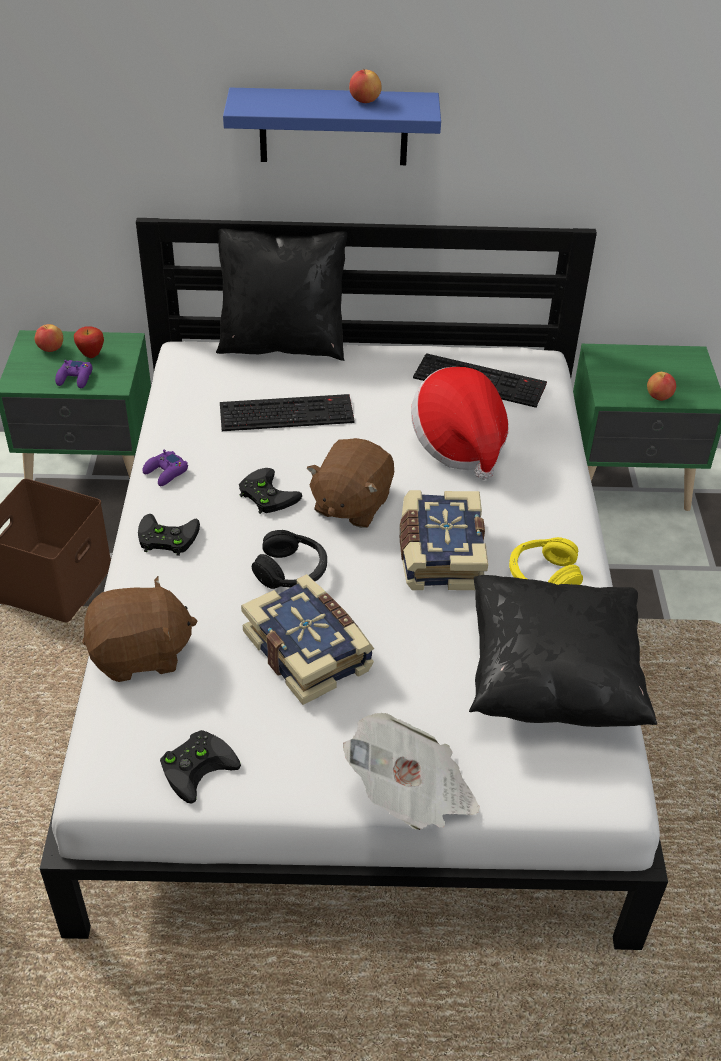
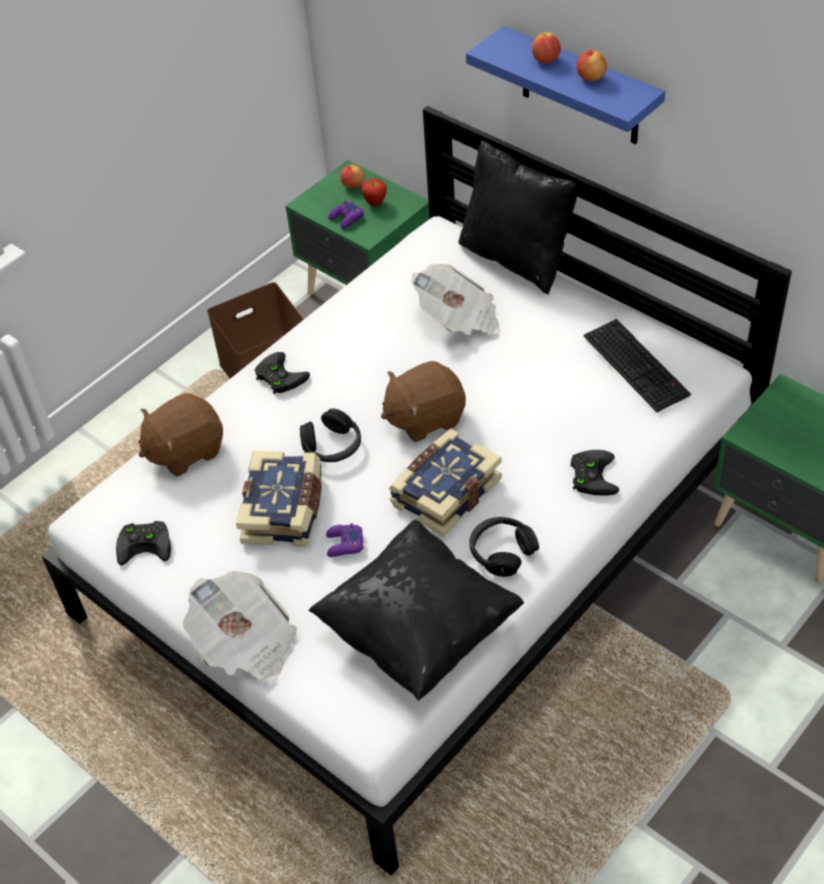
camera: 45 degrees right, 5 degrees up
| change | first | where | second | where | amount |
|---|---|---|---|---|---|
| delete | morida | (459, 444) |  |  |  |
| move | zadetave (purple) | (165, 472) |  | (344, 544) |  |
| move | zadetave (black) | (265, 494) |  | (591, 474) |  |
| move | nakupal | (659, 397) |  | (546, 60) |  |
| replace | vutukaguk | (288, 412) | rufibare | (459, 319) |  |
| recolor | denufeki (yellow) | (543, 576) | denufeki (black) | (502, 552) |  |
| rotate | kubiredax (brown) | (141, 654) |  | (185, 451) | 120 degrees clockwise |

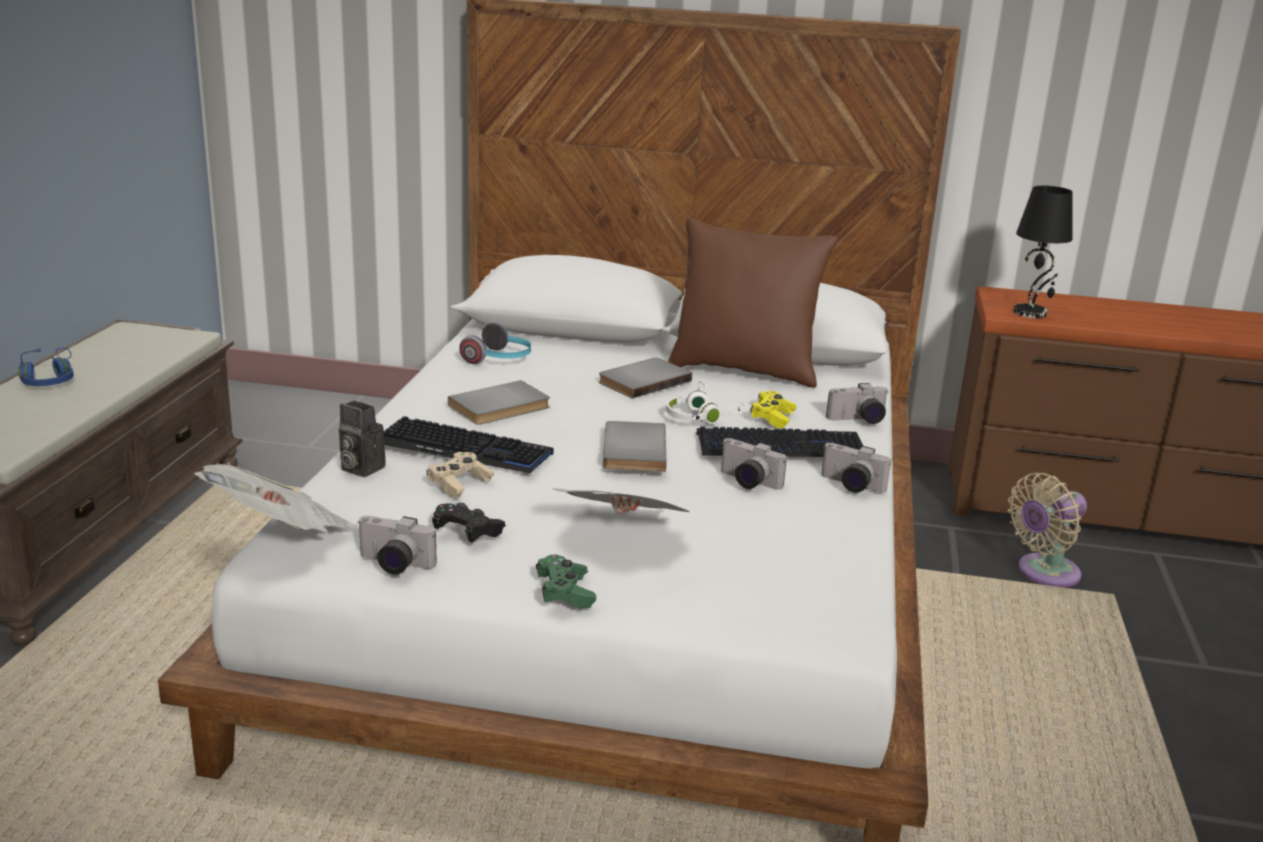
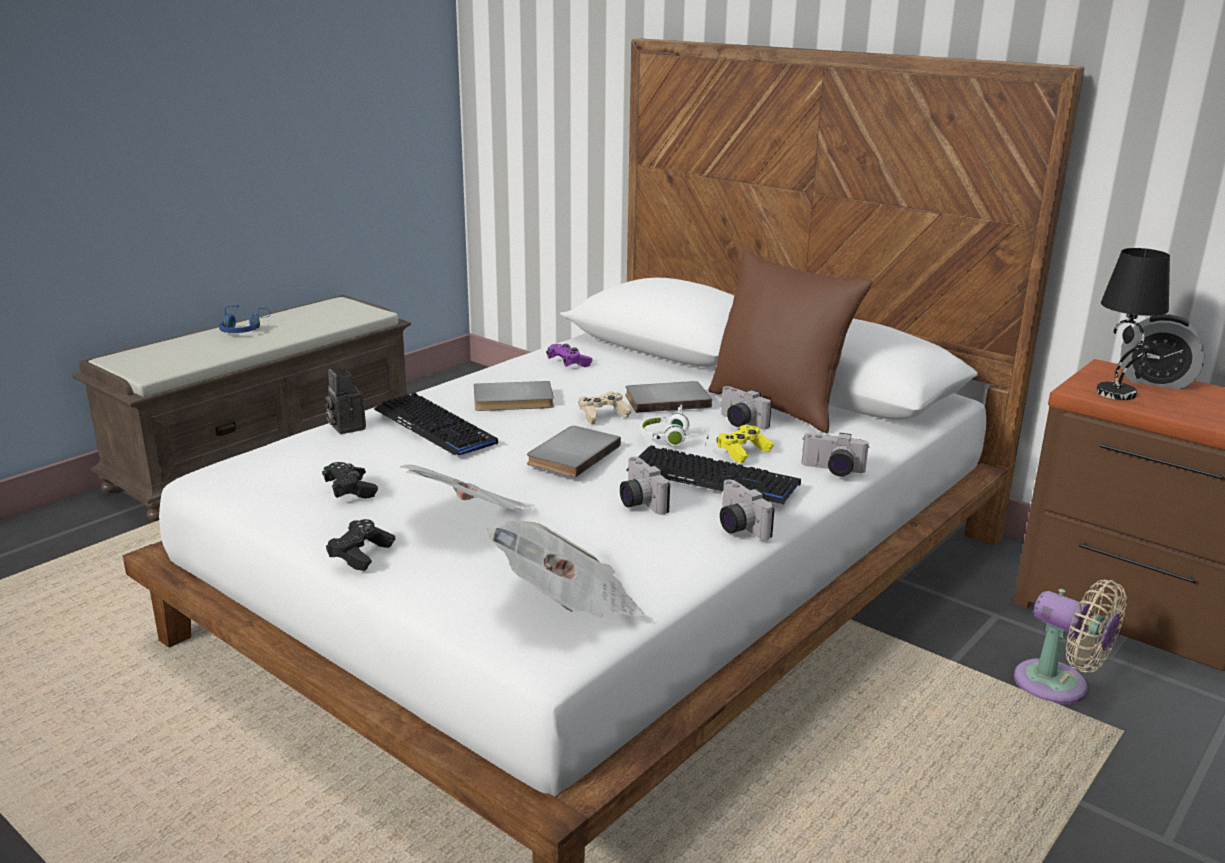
camera: 30 degrees right, 0 degrees up
| change | first | where | second | where | amount |
|---|---|---|---|---|---|
| insert |  |  | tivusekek | (1155, 381) |  |
| move | rufibare | (281, 534) |  | (568, 605) |  |
| move | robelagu | (392, 565) |  | (739, 422) |  |
| move | zadetave (beige) | (459, 484) |  | (603, 416) |  |
| replace | denufeki | (499, 359) | zadetave (purple) | (568, 363) |  |
| recolor | zadetave (green) | (565, 593) | zadetave (black) | (361, 555) |  |
| rotate | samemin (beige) | (1043, 573) |  | (1058, 687) | 135 degrees counterclockwise |

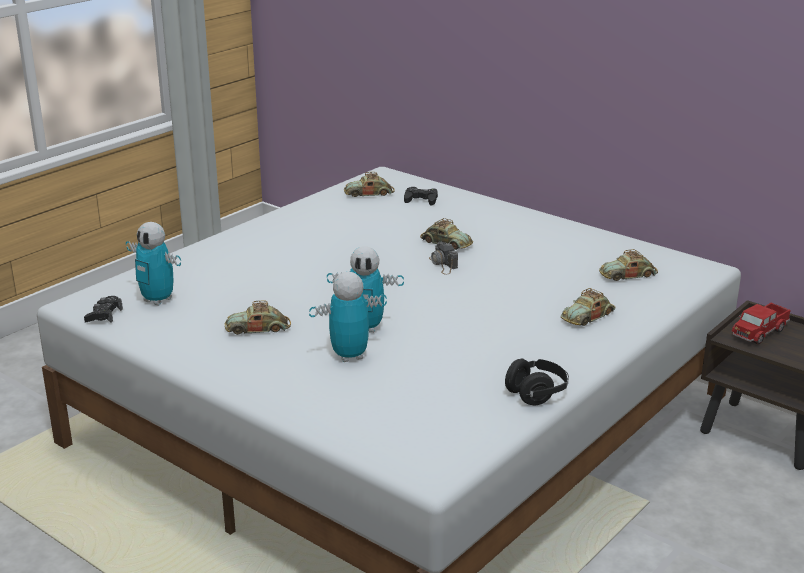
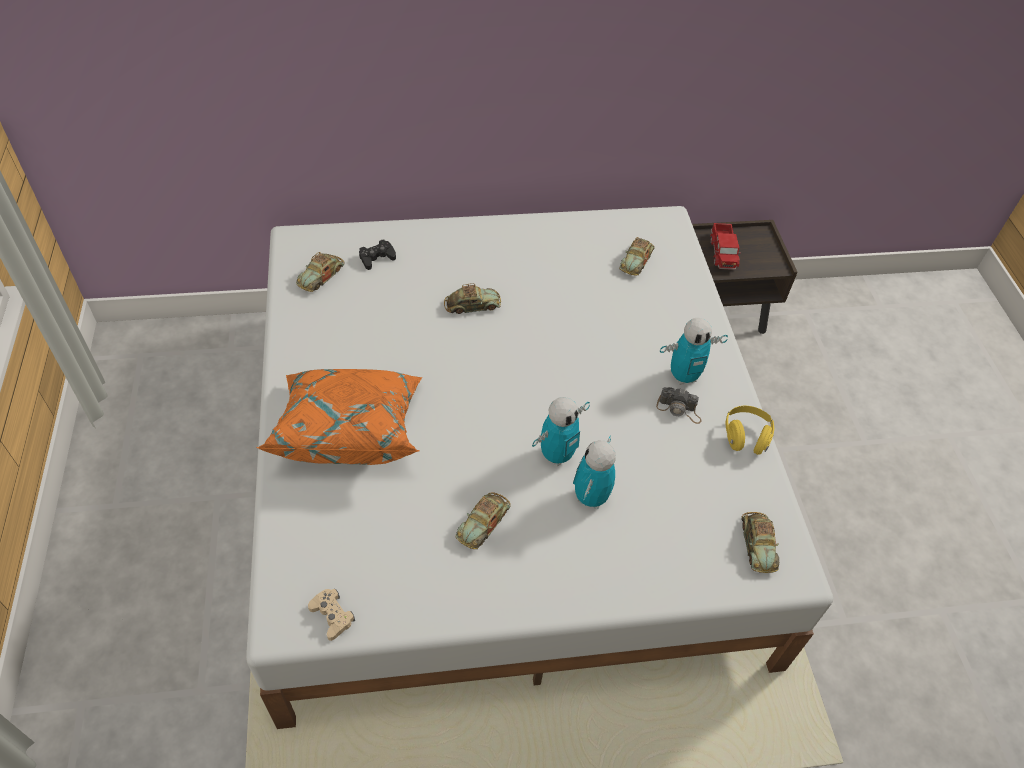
camera: 50 degrees left, 25 degrees up
| change | first | where | second | where | amount |
|---|---|---|---|---|---|
| insert |  |  | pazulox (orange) | (350, 429) |  |
| move | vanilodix | (158, 300) |  | (684, 376) |  |
| move | robelagu | (443, 264) |  | (679, 410) |  |
| move | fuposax | (588, 316) |  | (757, 544) |  |
| recolor | zadetave (black) | (104, 315) | zadetave (beige) | (332, 616) |  |
| recolor | denufeki (black) | (536, 393) | denufeki (yellow) | (745, 437) |  |

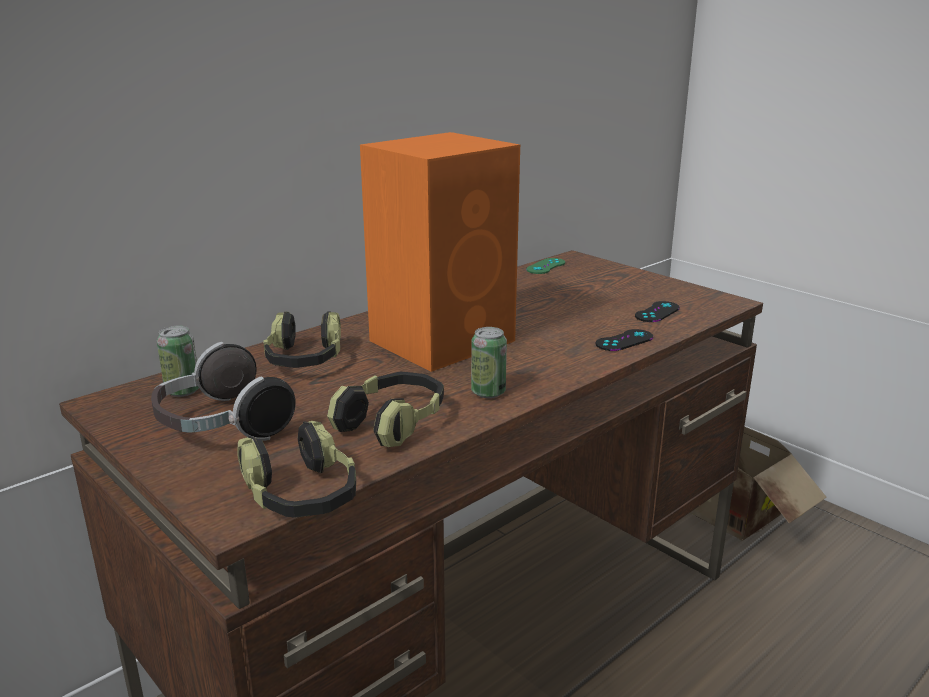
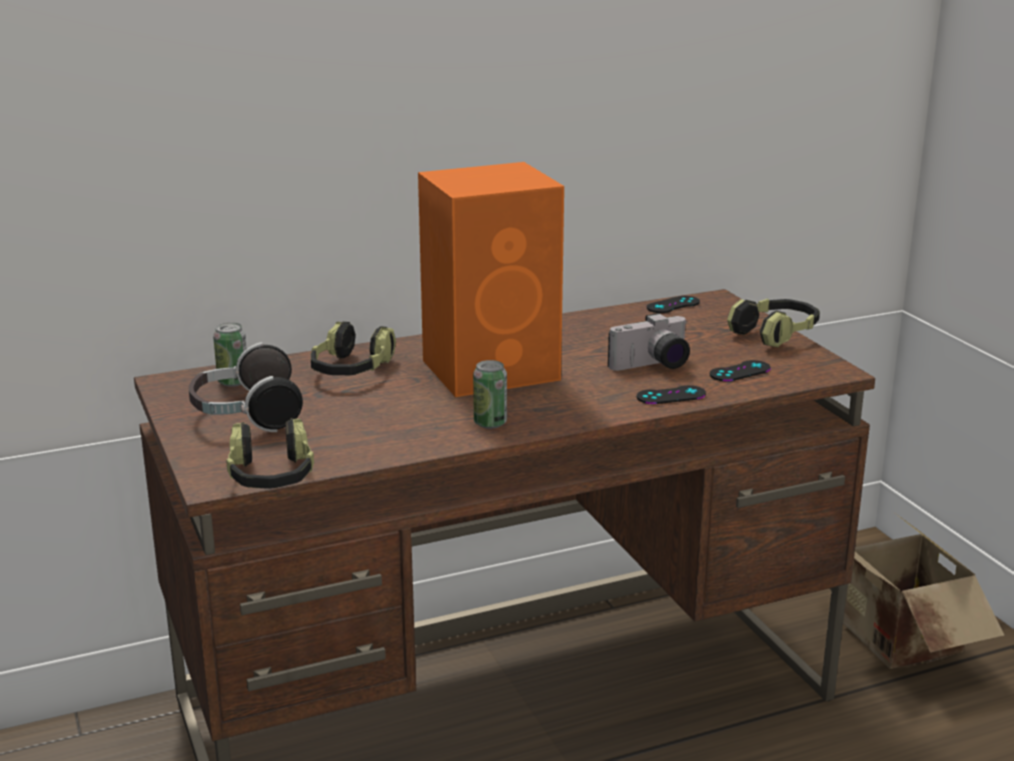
camera: 20 degrees right, 0 degrees up
| change | first | where | second | where | amount |
|---|---|---|---|---|---|
| insert |  |  | robelagu | (653, 366) |  |
| move | denufeki | (393, 423) |  | (775, 334) |  |
| recolor | zadetave (green) | (546, 266) | zadetave (black) | (673, 305) |  |

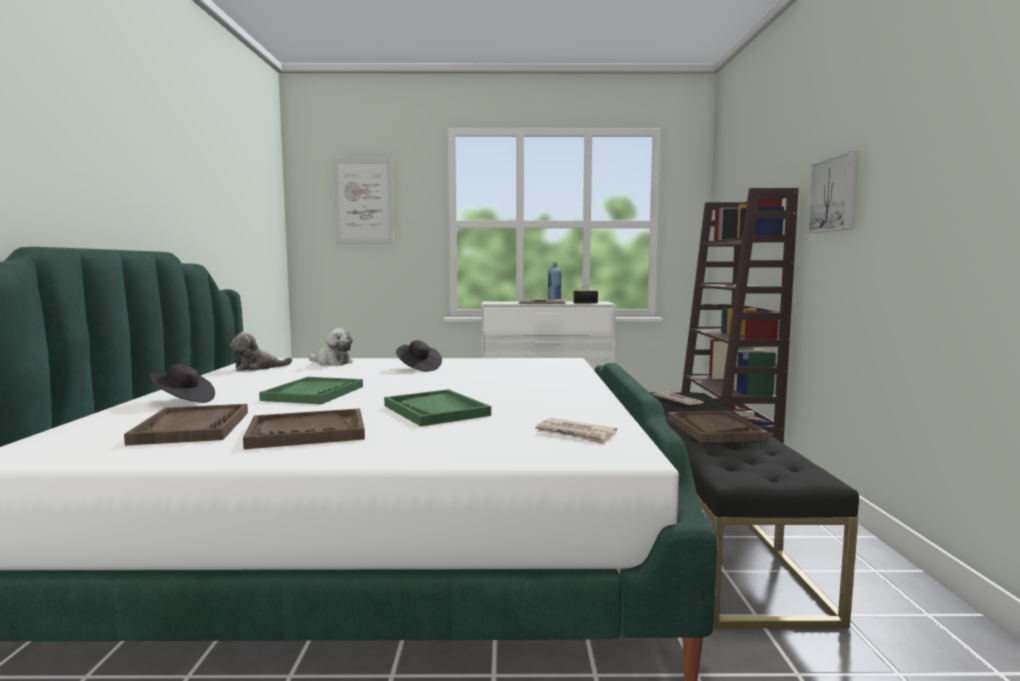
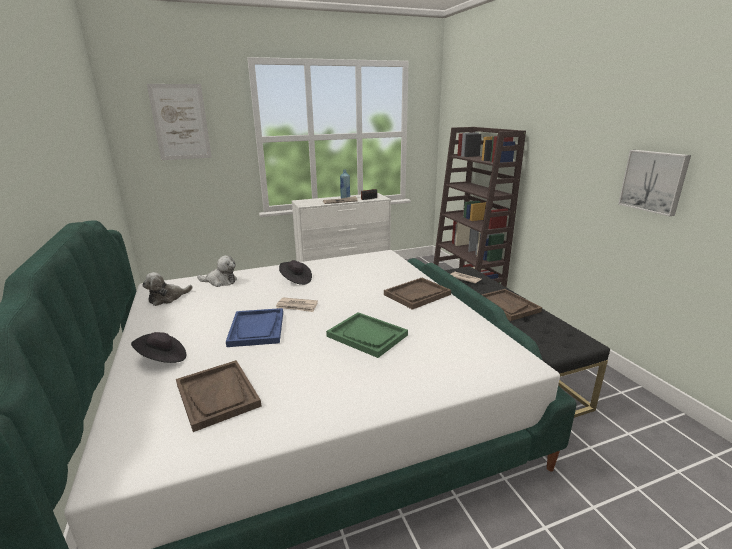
camera: 20 degrees left, 15 degrees up
| change | first | where | second | where | amount |
|---|---|---|---|---|---|
| move | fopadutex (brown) | (306, 432) |  | (417, 294) |  |
| move | rufibare | (575, 434) |  | (297, 306) |  |
| move | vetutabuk | (835, 194) |  | (654, 181) |  |
| recolor | fopadutex (green) | (314, 393) | fopadutex (blue) | (257, 329) |  |

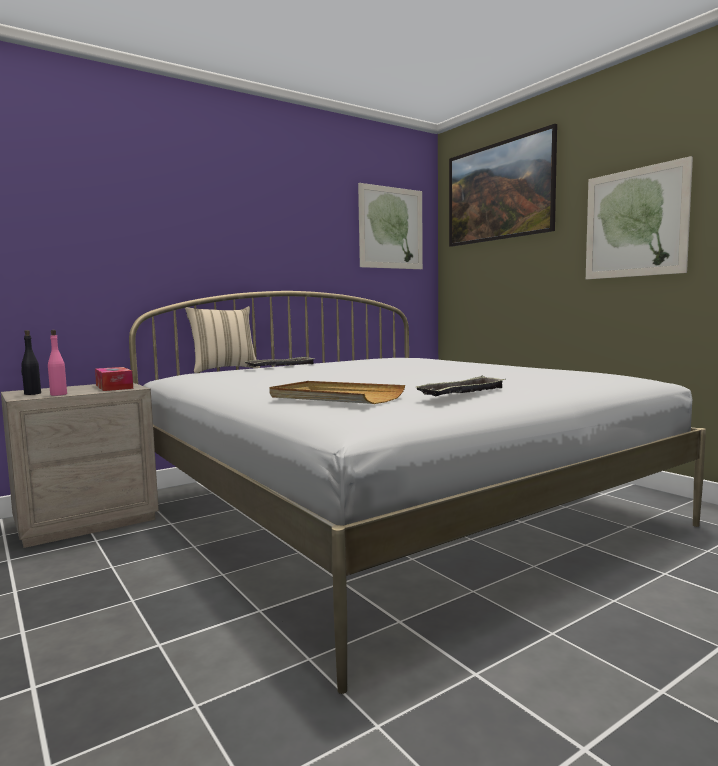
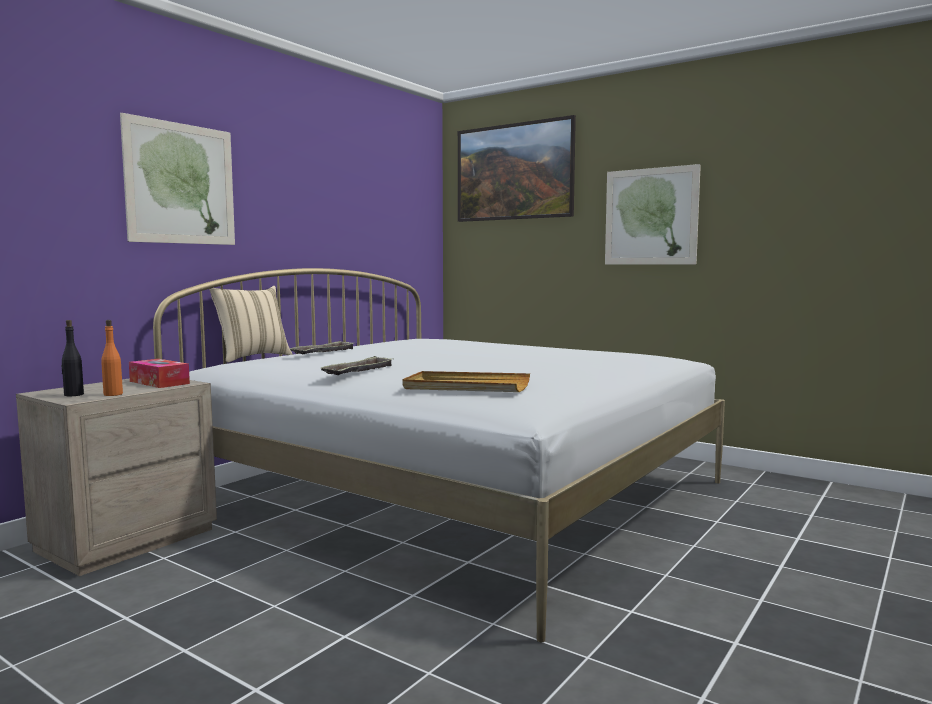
camera: 20 degrees left, 0 degrees up
| change | first | where | second | where | amount |
|---|---|---|---|---|---|
| move | vetutabuk | (391, 228) |  | (181, 184) |  |
| move | fopadutex | (462, 393) |  | (359, 371) |  |
| recolor | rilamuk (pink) | (58, 394) | rilamuk (orange) | (113, 394) |  |

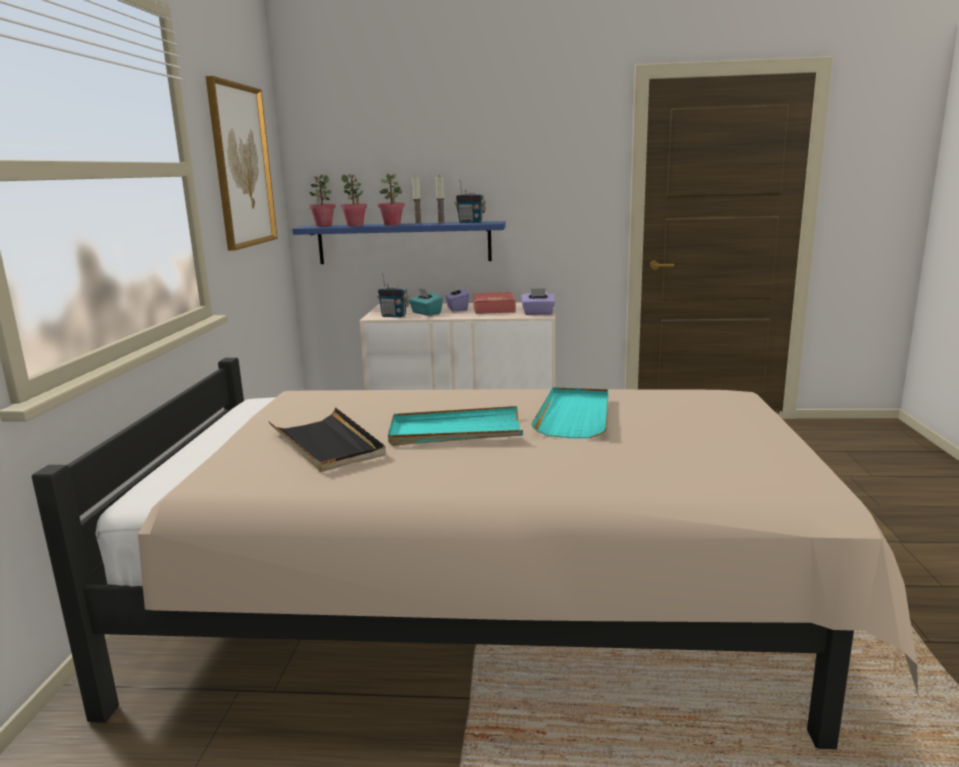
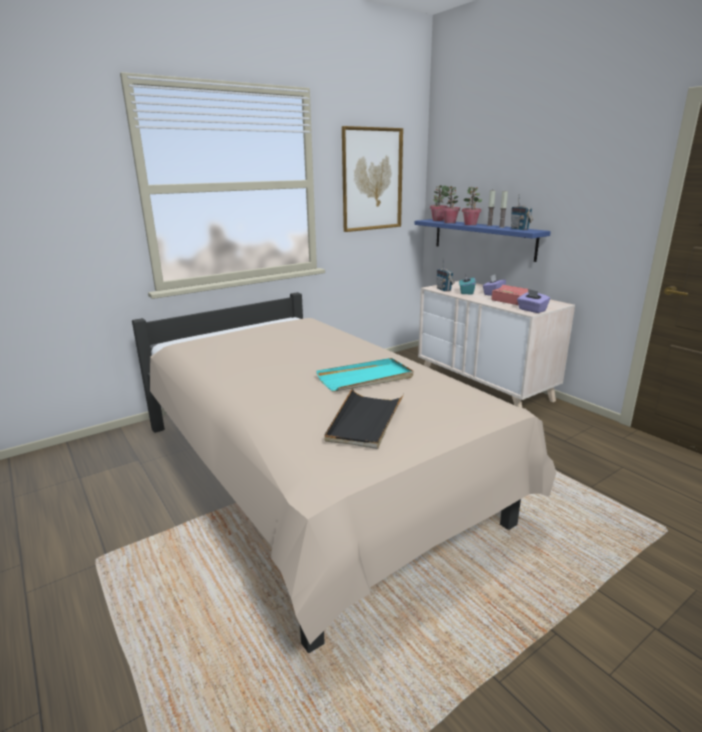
camera: 50 degrees right, 5 degrees up
| change | first | where | second | where | amount |
|---|---|---|---|---|---|
| delete | fopadutex (turquoise) | (455, 431) |  |  |  |
| move | fopadutex (black) | (327, 444) |  | (365, 421) |  |

